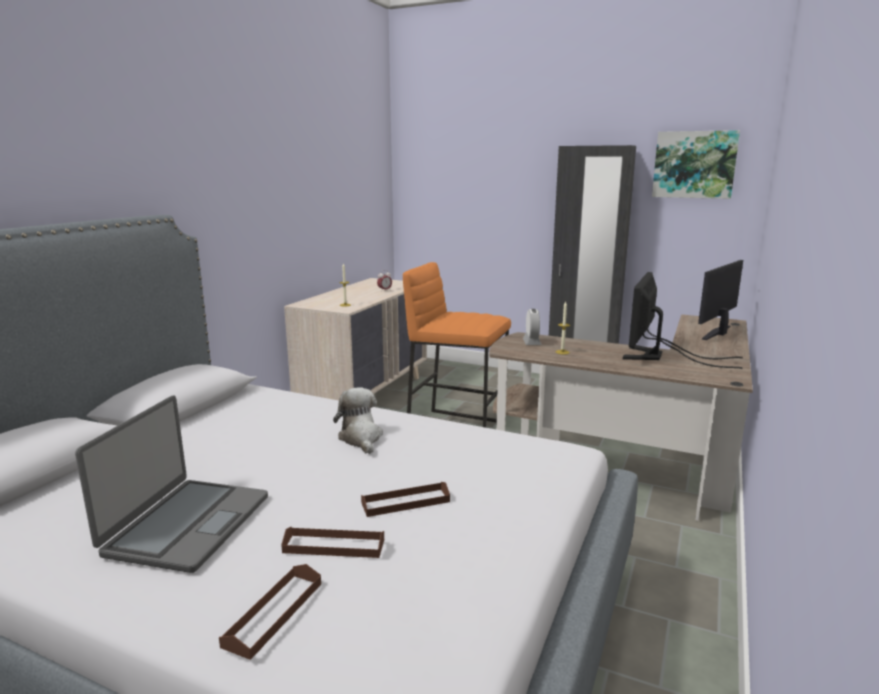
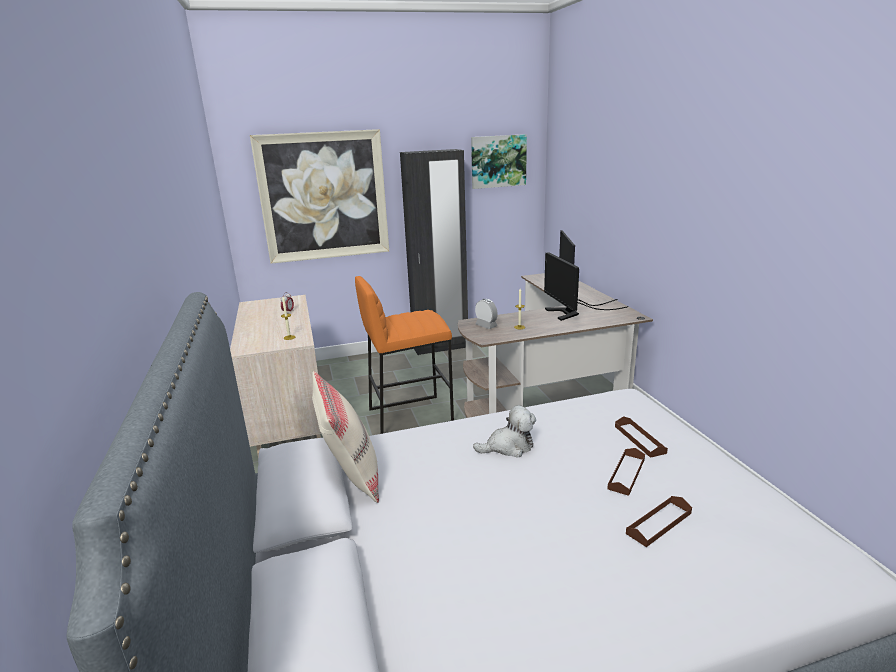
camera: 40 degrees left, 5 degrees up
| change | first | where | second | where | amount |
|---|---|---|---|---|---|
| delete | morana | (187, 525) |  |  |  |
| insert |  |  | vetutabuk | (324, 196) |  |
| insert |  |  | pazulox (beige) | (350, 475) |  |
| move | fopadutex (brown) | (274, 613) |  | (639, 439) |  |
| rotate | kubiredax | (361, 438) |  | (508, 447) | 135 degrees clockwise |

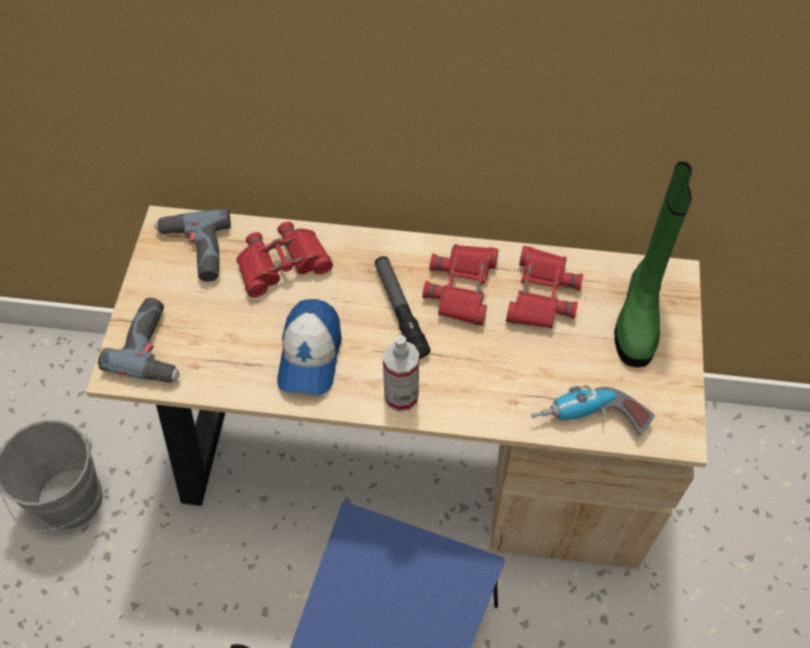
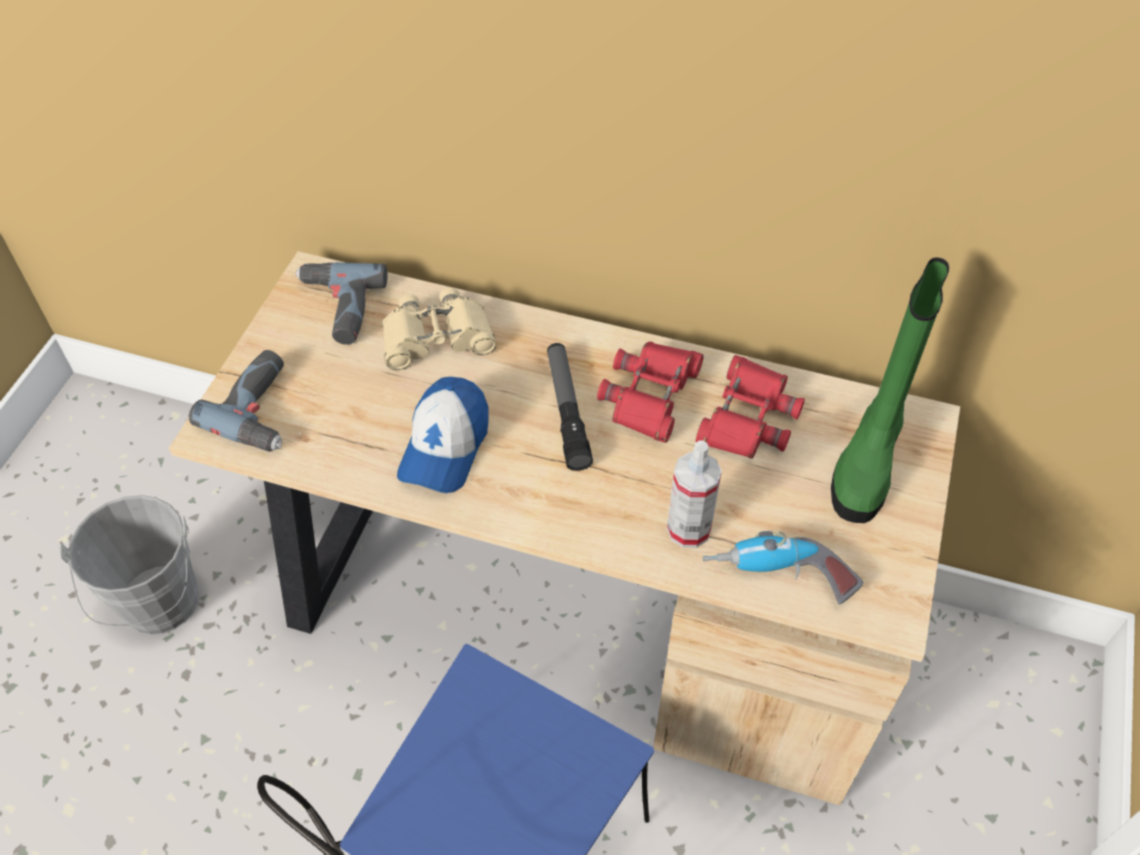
camera: 10 degrees right, 5 degrees down
| change | first | where | second | where | amount |
|---|---|---|---|---|---|
| move | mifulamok | (401, 396) |  | (688, 529) |  |
| recolor | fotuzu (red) | (282, 264) | fotuzu (beige) | (437, 337) |  |

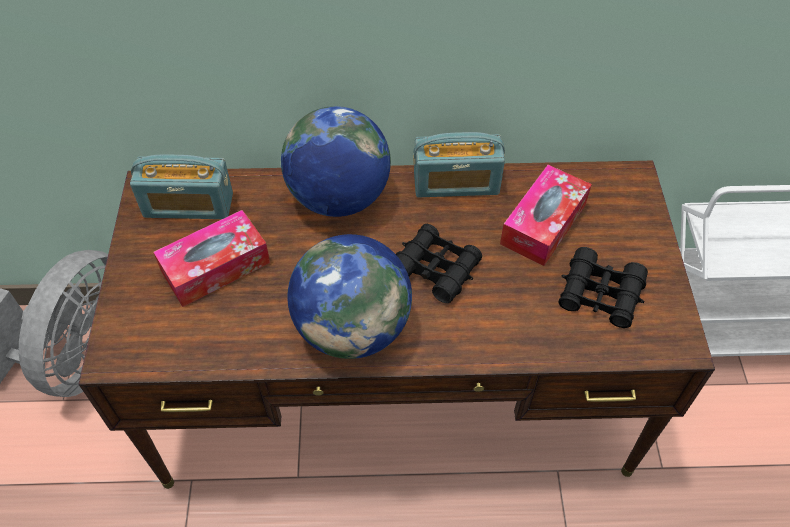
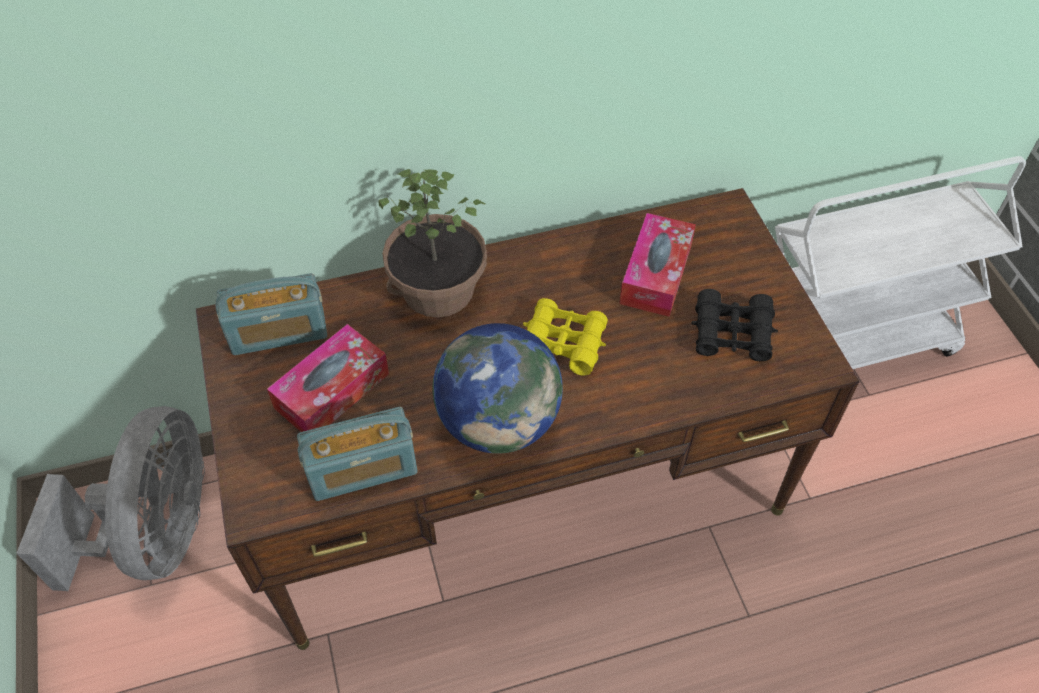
camera: 15 degrees left, 0 degrees up
| change | first | where | second | where | amount |
|---|---|---|---|---|---|
| move | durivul | (456, 184) |  | (362, 470) |  |
| replace | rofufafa | (338, 198) | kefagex | (438, 290) |  |
| recolor | fotuzu (black) | (435, 269) | fotuzu (yellow) | (563, 343) |  |

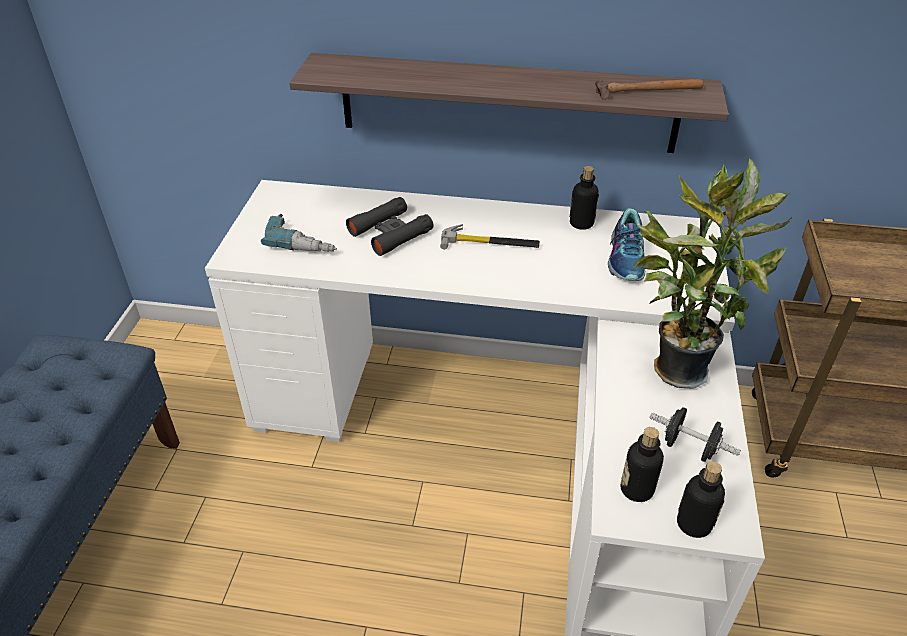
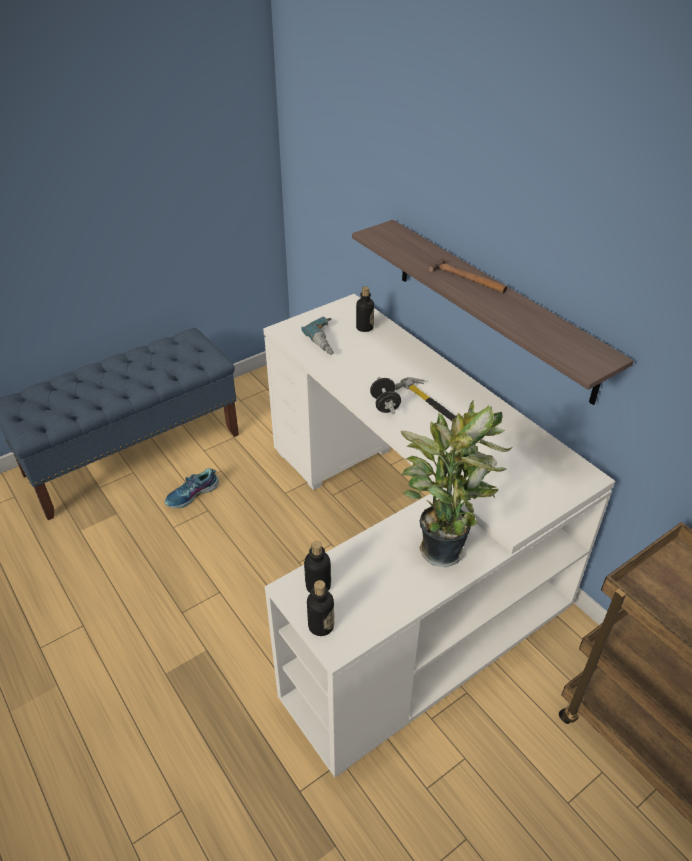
camera: 45 degrees right, 0 degrees up
| change | first | where | second | where | amount |
|---|---|---|---|---|---|
| delete | fotuzu (black) | (390, 232) |  |  |  |
| move | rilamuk | (581, 223) |  | (364, 327) |  |
| move | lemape | (648, 90) |  | (468, 279) |  |
| move | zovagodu | (627, 258) |  | (193, 495) |  |
| move | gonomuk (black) | (689, 447) |  | (385, 405) |  |

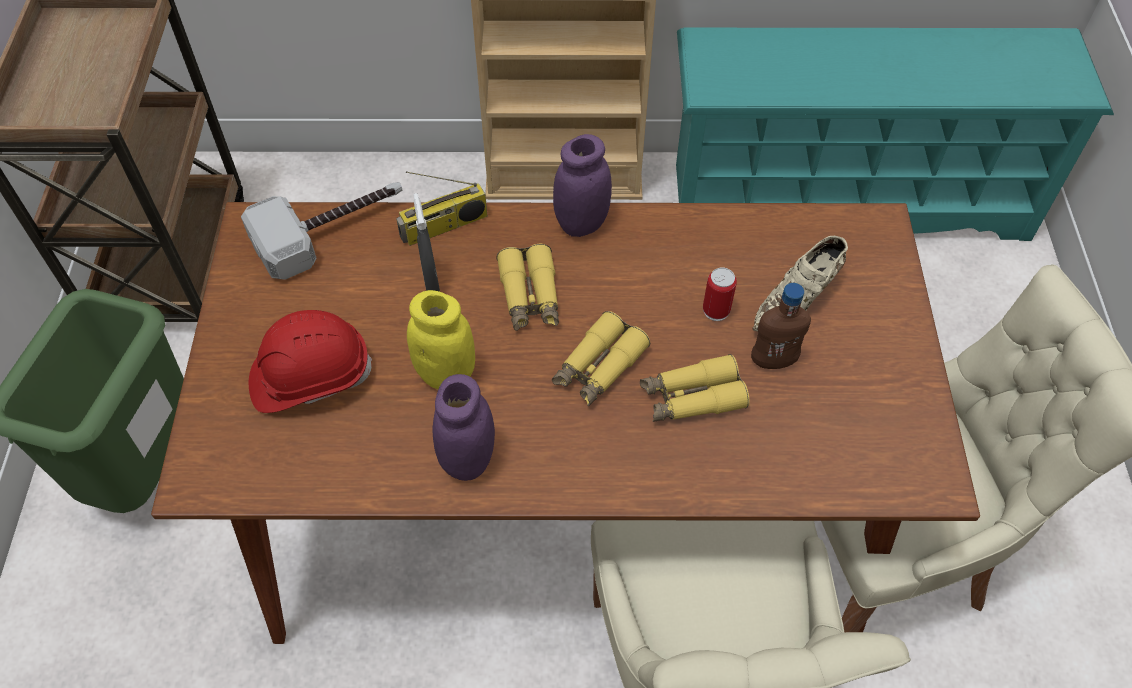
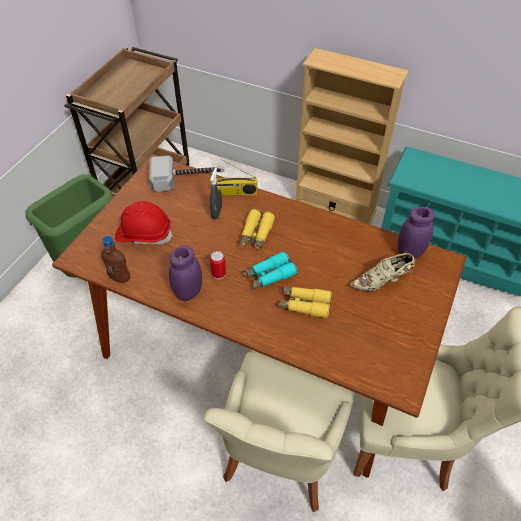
camera: 25 degrees right, 5 degrees down
| change | first | where | second | where | amount |
|---|---|---|---|---|---|
| delete | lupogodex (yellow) | (446, 374) |  |  |  |
| move | lupogodex (purple) | (582, 223) |  | (410, 252) |  |
| move | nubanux | (716, 310) |  | (218, 274) |  |
| move | rilamuk (brown) | (773, 361) |  | (120, 278) |  |
| recolor | fotuzu (yellow) | (599, 367) | fotuzu (turquoise) | (269, 275) |  |

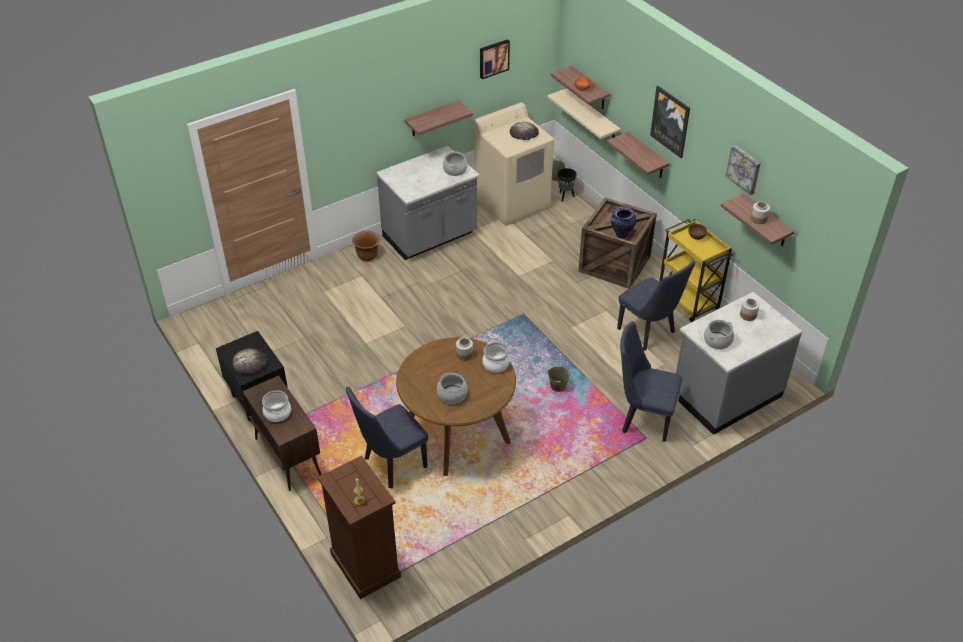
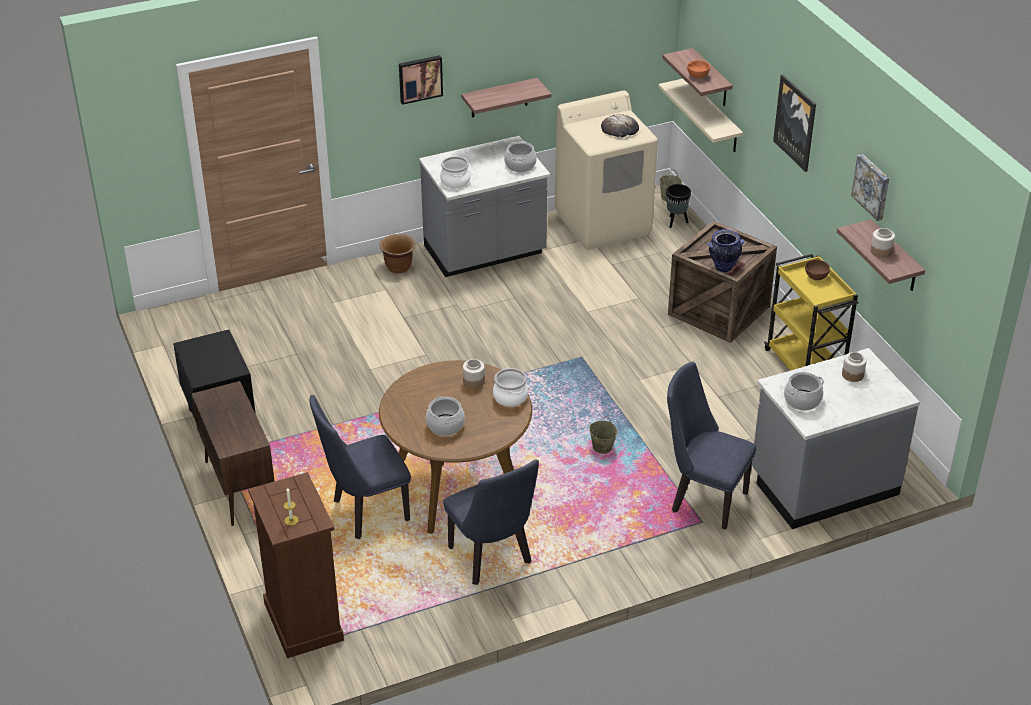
camera: 10 degrees right, 5 degrees down
| change | first | where | second | where | amount |
|---|---|---|---|---|---|
| delete | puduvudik | (250, 363) |  |  |  |
| delete | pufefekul | (647, 156) |  |  |  |
| move | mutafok | (277, 413) |  | (455, 181) |  |
| move | vetutabuk | (493, 58) |  | (420, 78) |  |
| move | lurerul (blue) | (649, 333) |  | (492, 560) |  |

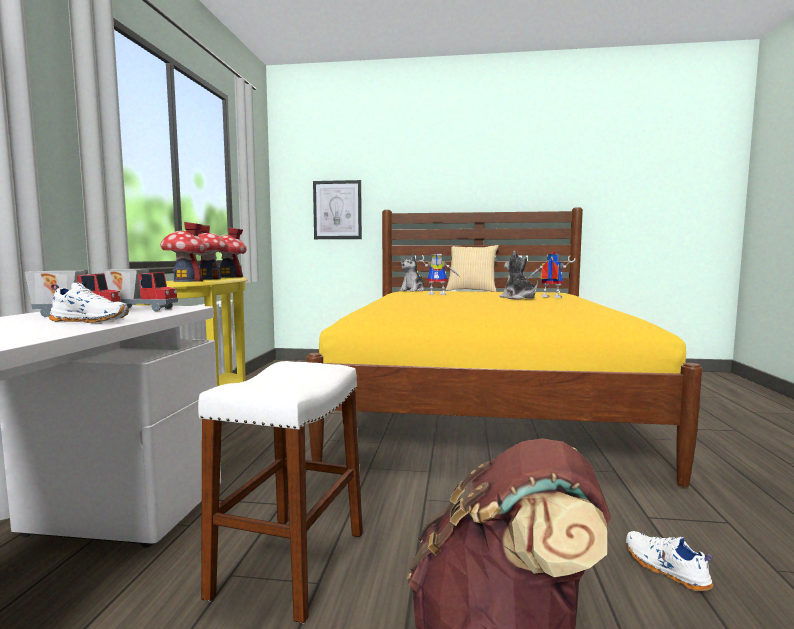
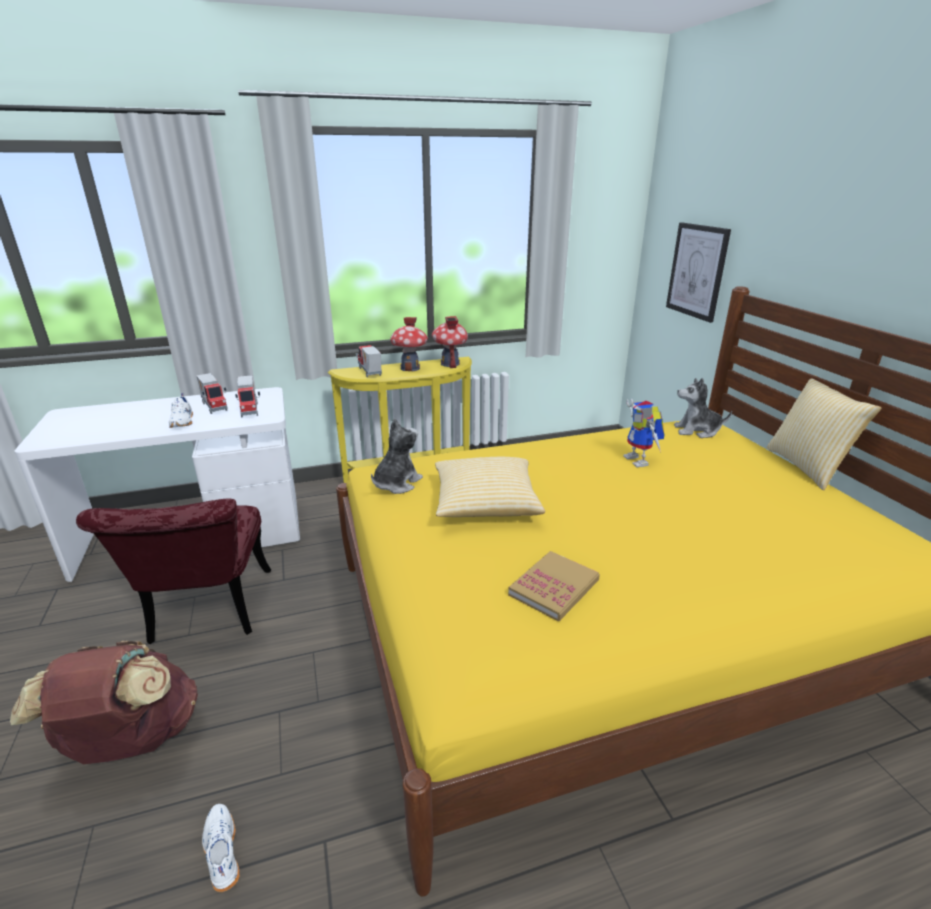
camera: 65 degrees right, 20 degrees up
| change | first | where | second | where | amount |
|---|---|---|---|---|---|
| delete | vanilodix | (549, 297) |  |  |  |
| insert |  |  | pazulox | (485, 504) |  |
| insert |  |  | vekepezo | (554, 587) |  |
| move | kubiredax | (518, 298) |  | (396, 483) |  |
| replace | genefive | (185, 281) | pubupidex | (369, 372) |  |
| replace | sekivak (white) | (290, 563) | lurerul (red) | (208, 615) |  |
| rotate | zovagodu (white) | (664, 569) |  | (221, 852) | 60 degrees counterclockwise |

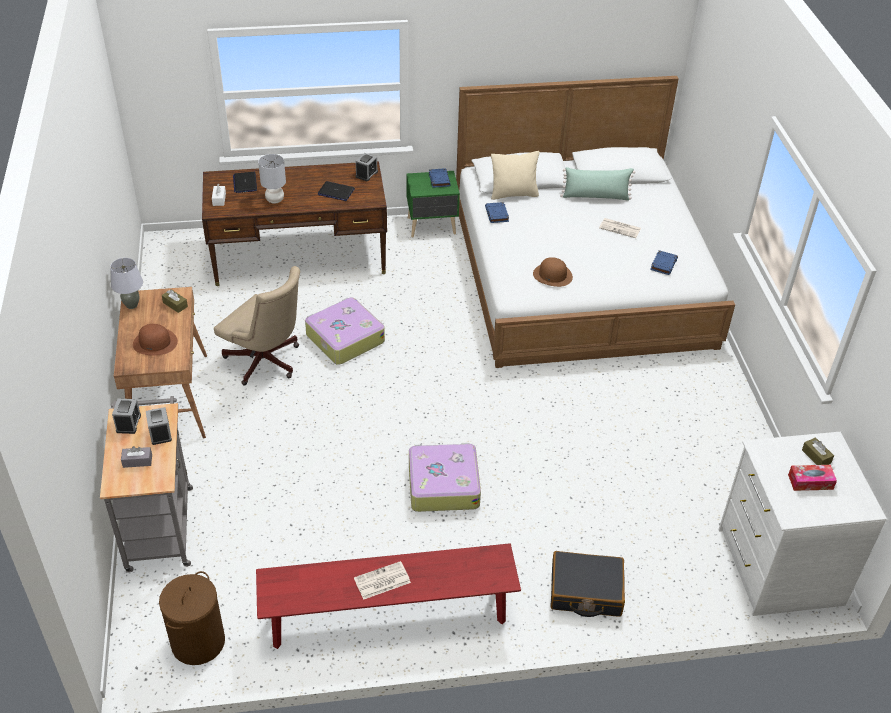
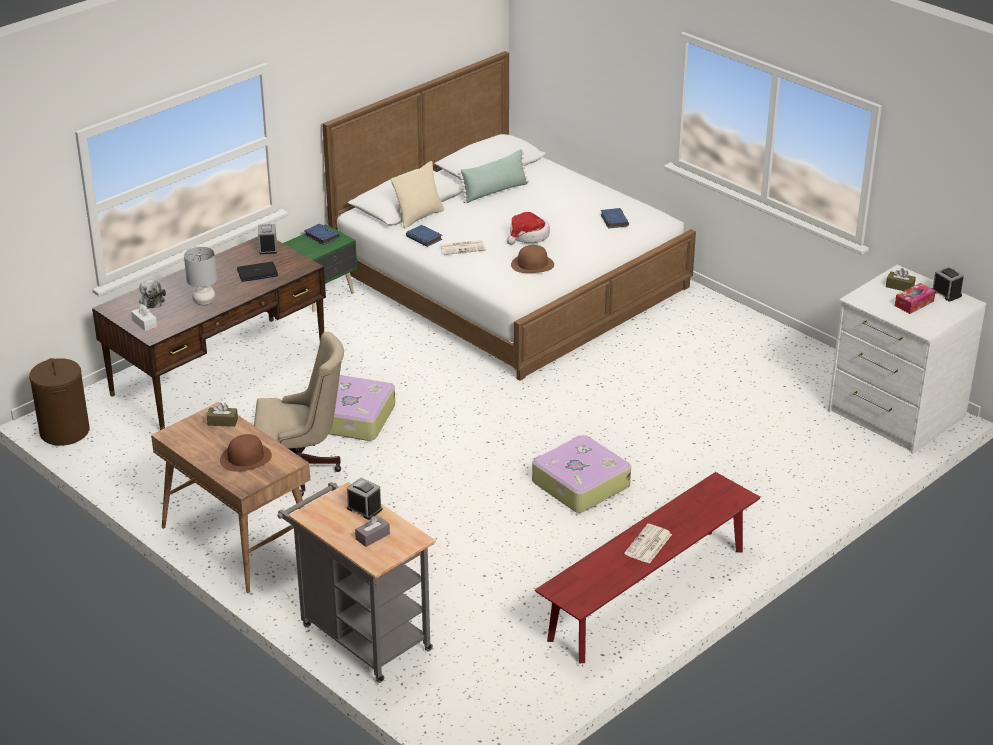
camera: 35 degrees left, 10 degrees down
| change | first | where | second | where | amount |
|---|---|---|---|---|---|
| delete | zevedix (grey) | (132, 305) |  |  |  |
| delete | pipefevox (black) | (585, 591) |  |  |  |
| insert |  |  | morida | (528, 236) |  |
| move | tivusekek | (128, 423) |  | (946, 293) |  |
| move | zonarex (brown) | (198, 641) |  | (64, 431) |  |
| move | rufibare | (620, 228) |  | (463, 247) |  |
| replace | morana | (245, 183) | kubiredax | (152, 300) |  |

